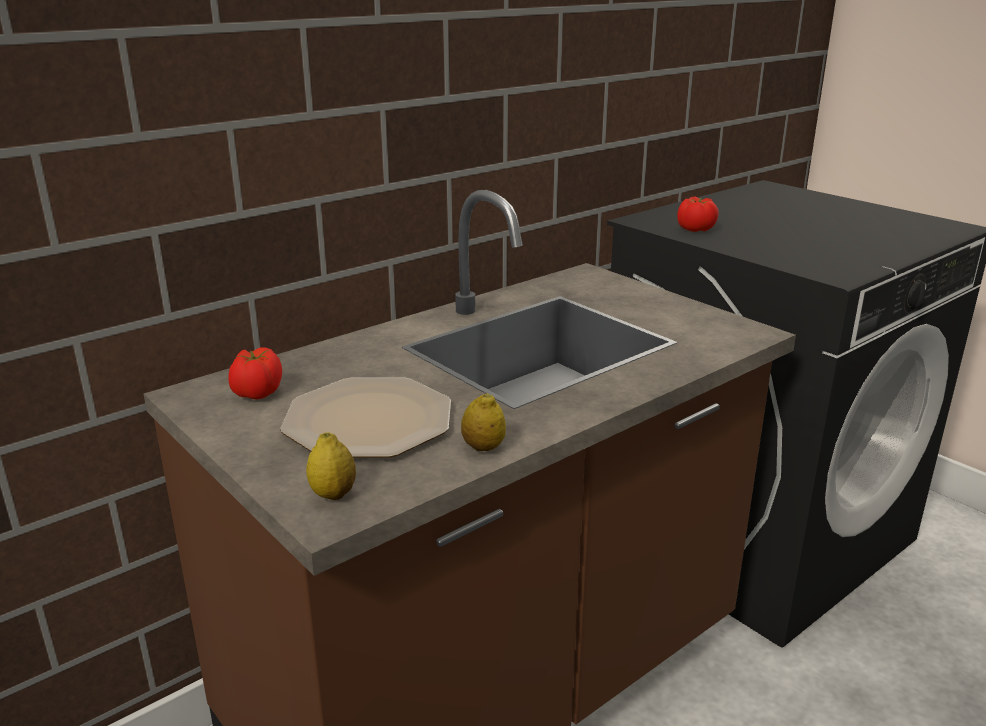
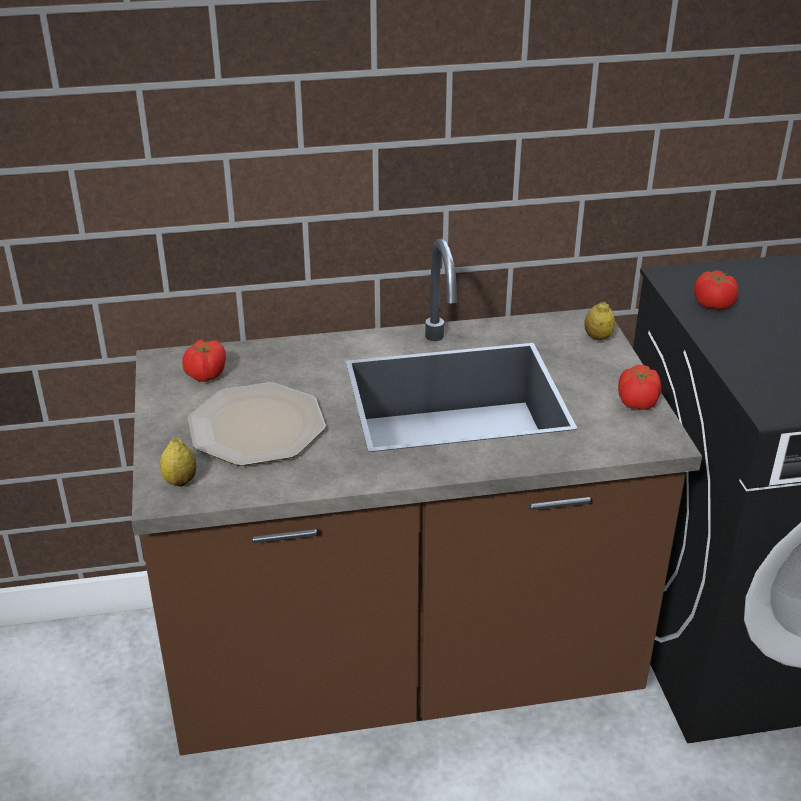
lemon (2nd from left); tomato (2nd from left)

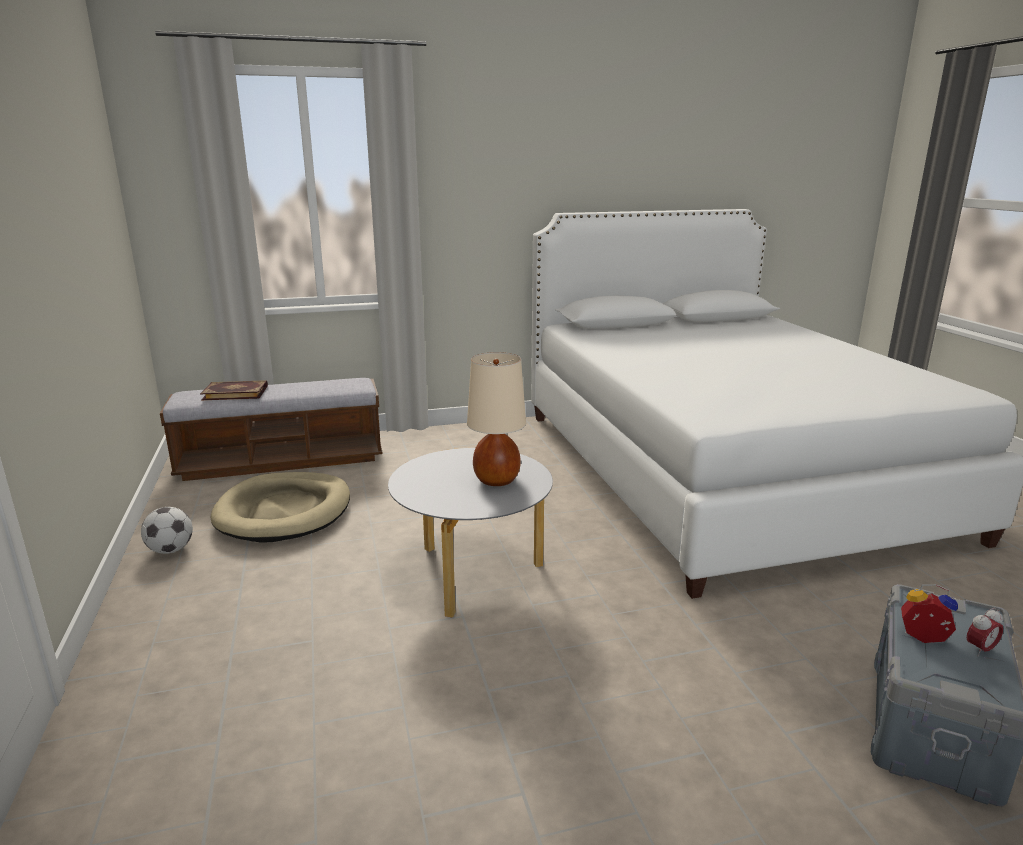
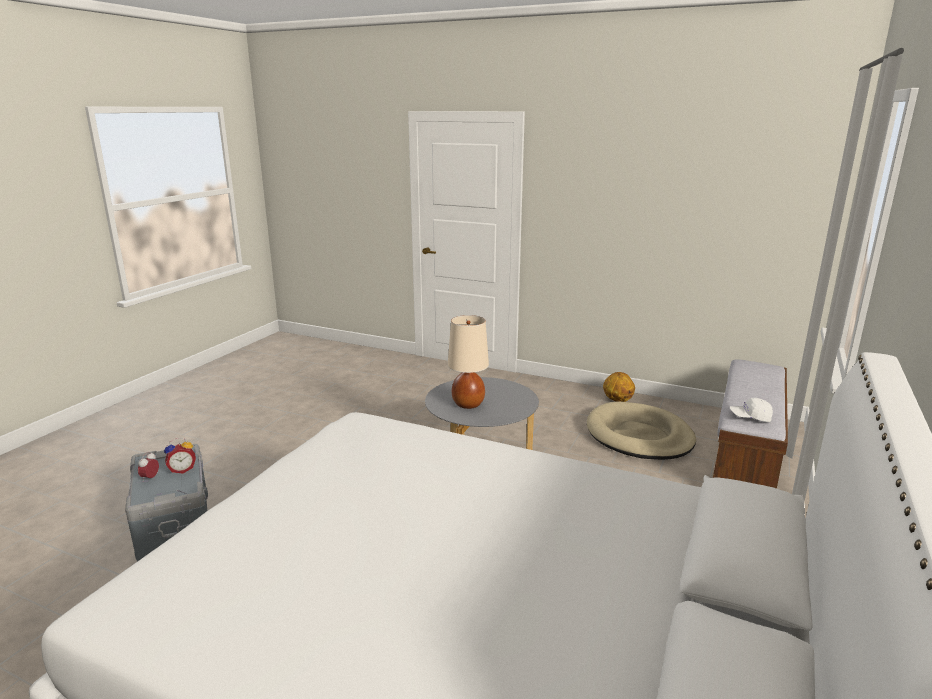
basketball; cap (white); book

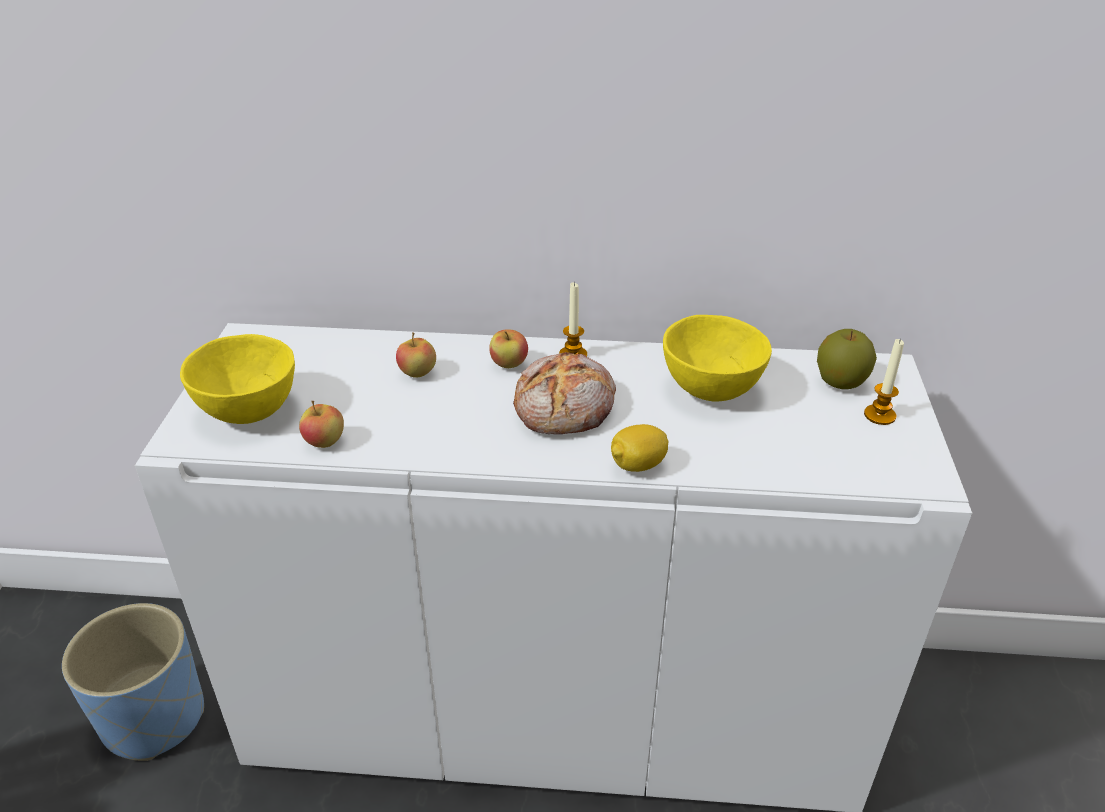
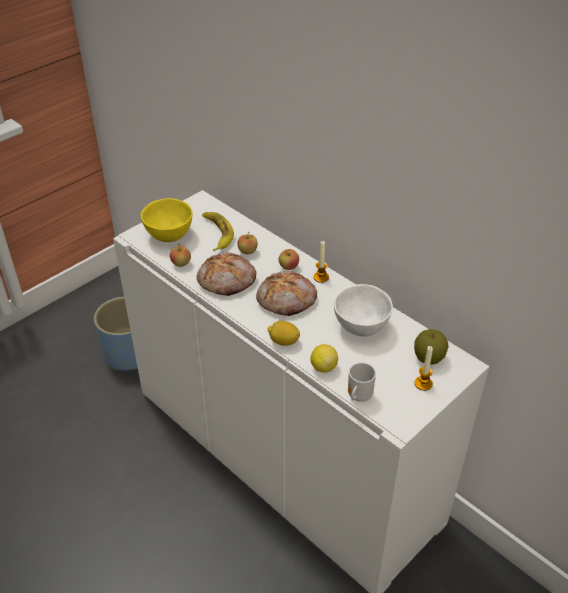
bread (1st from left); banana; lemon (2nd from left); bowl (white); mug

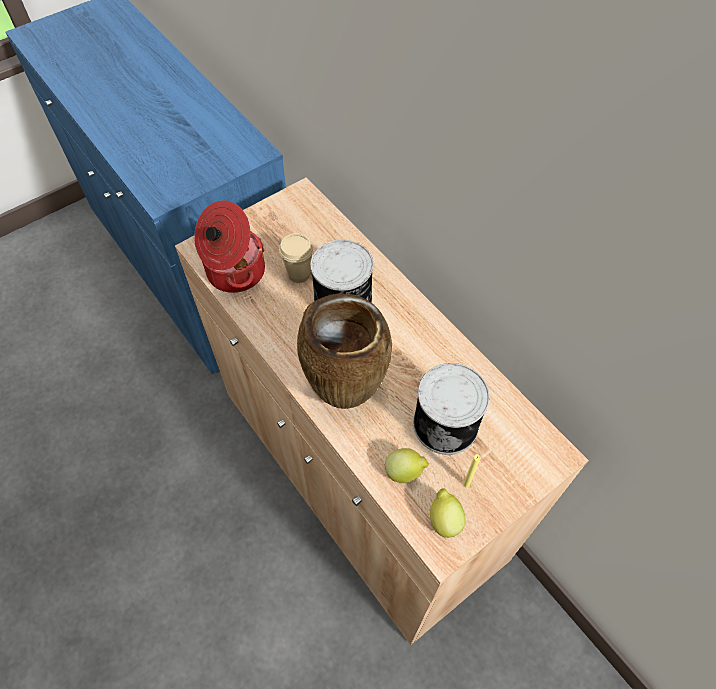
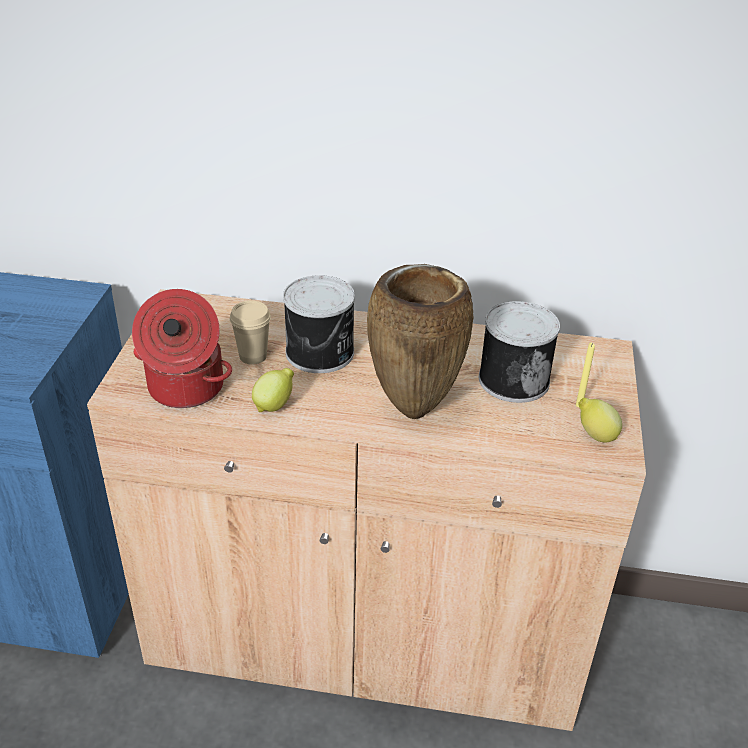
lemon (1st from left)

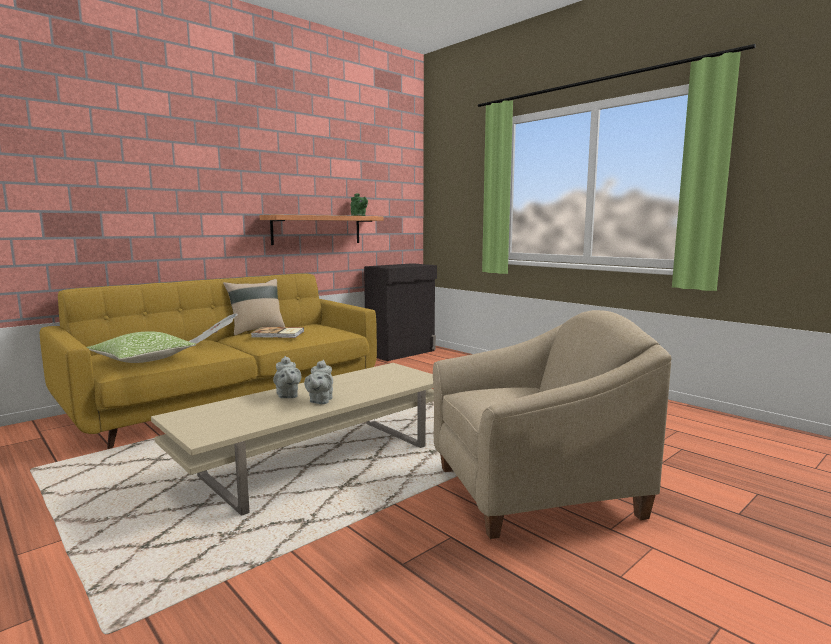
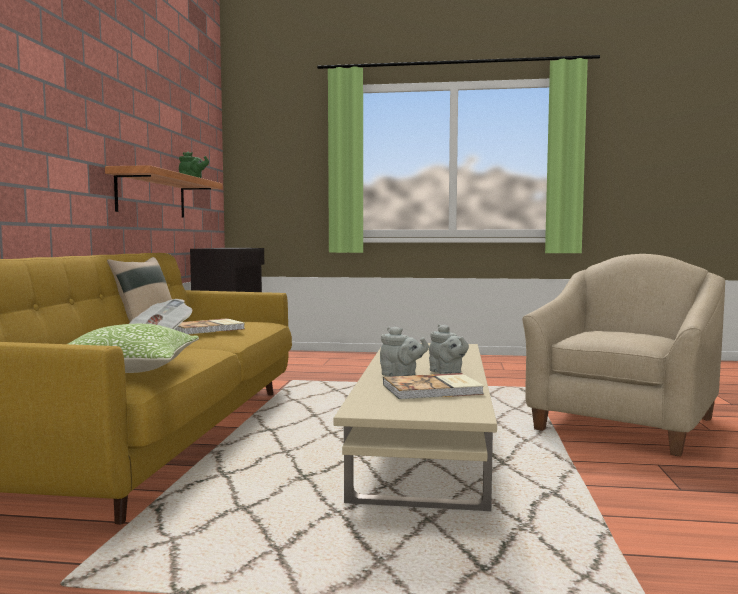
book (2nd from left)

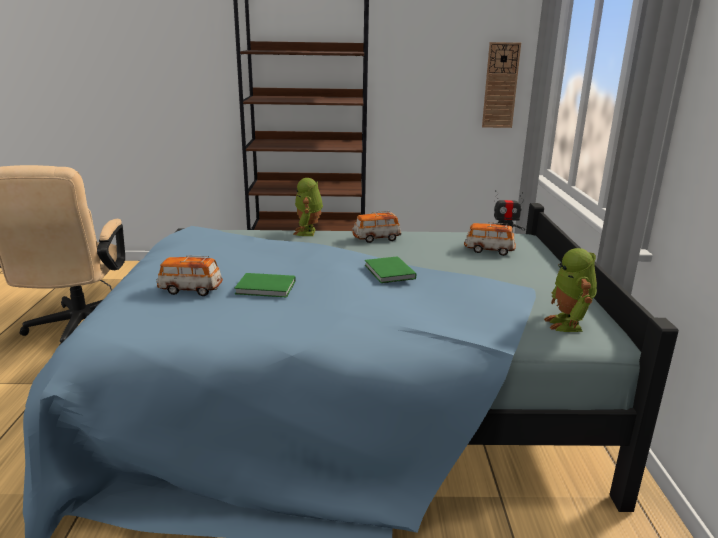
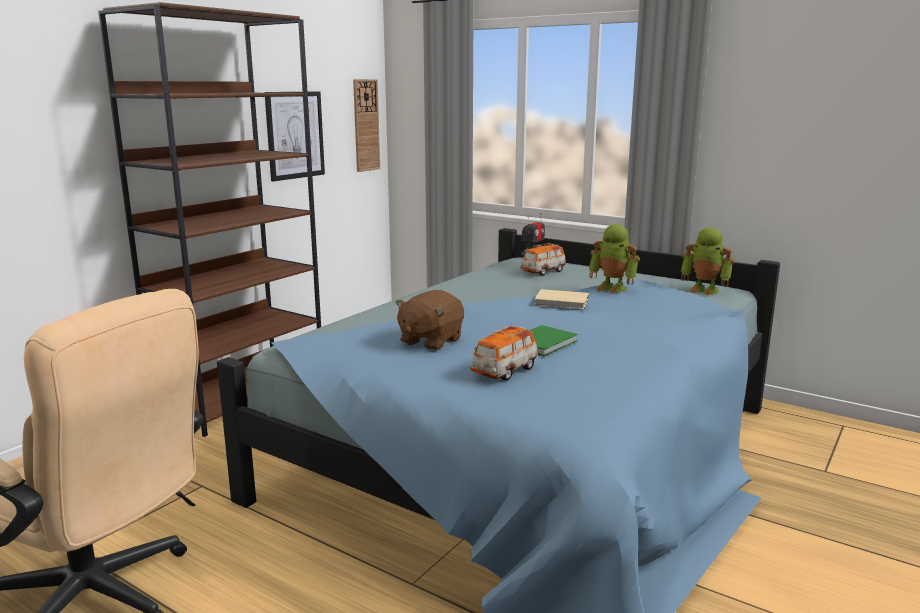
picture; plush toy (brown); book (beige); toy robot (2nd from left); toy car (2nd from left in the first image)

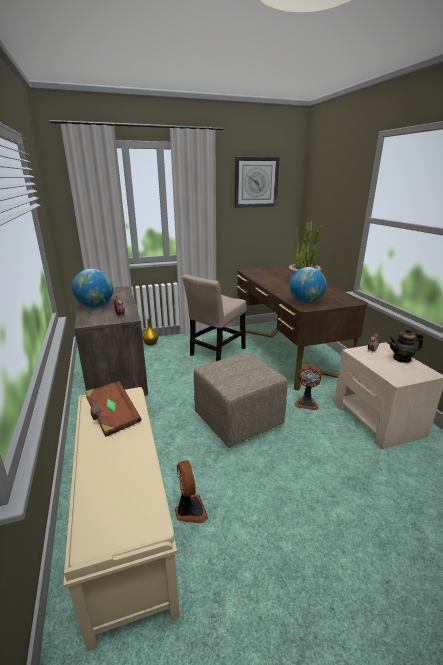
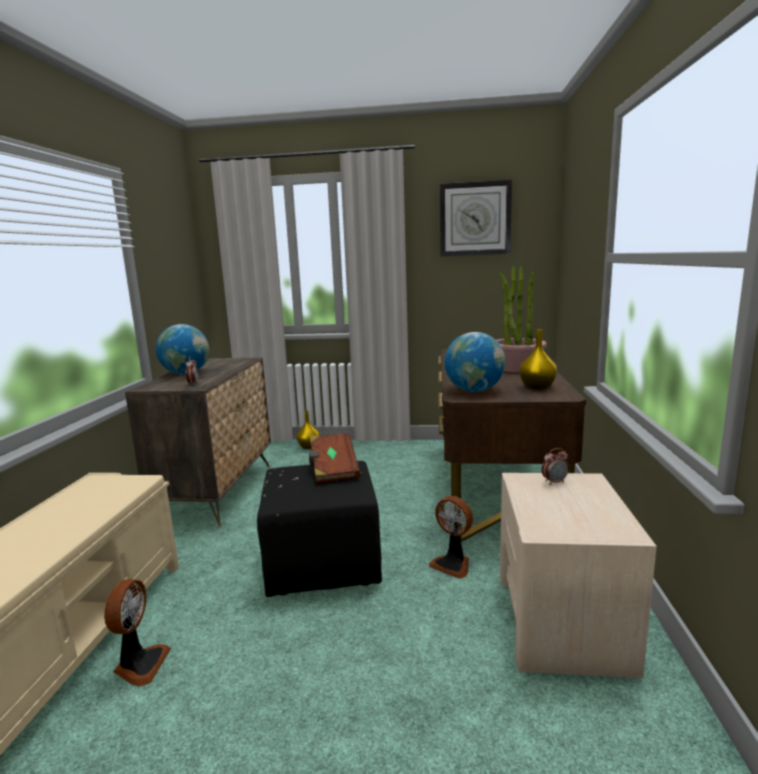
ottoman (black); book (brown); vase (yellow) (2nd from left); chair (beige); teapot

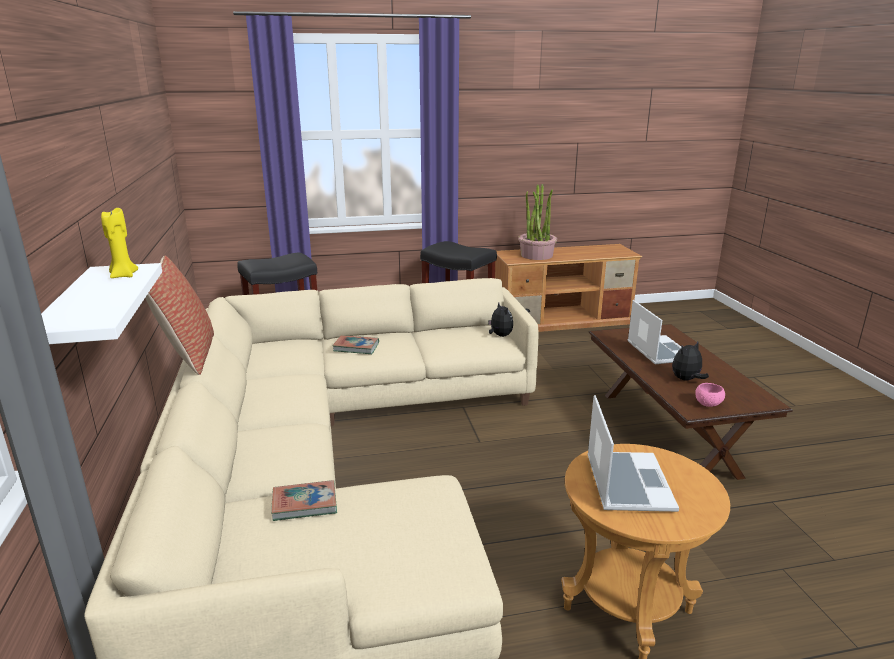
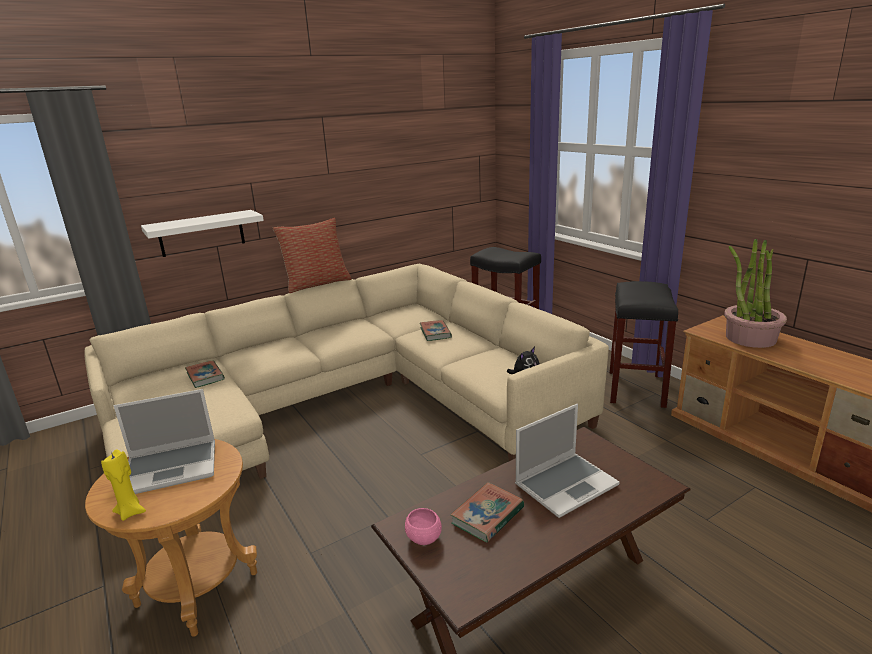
candle (yellow); book (3rd from left)

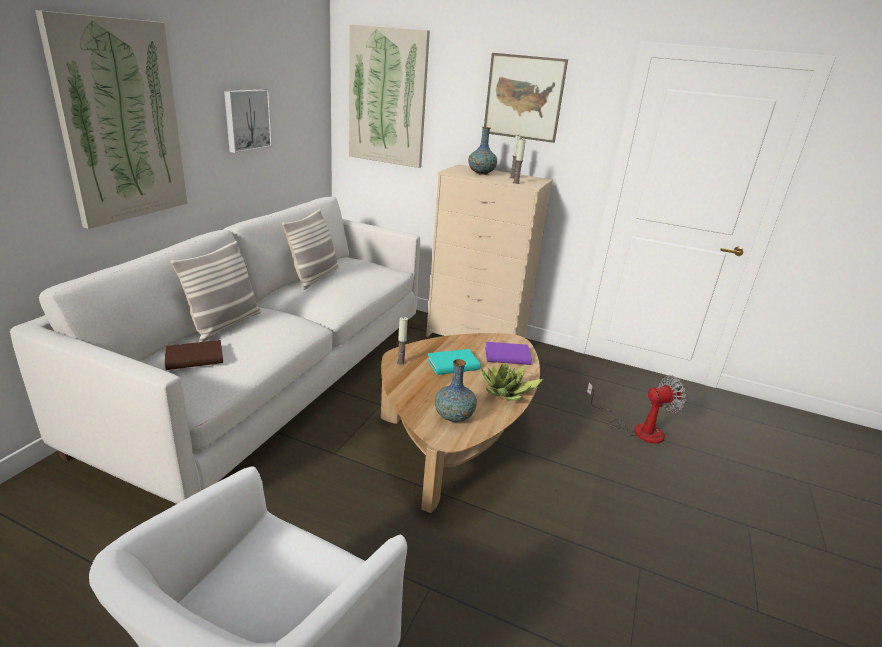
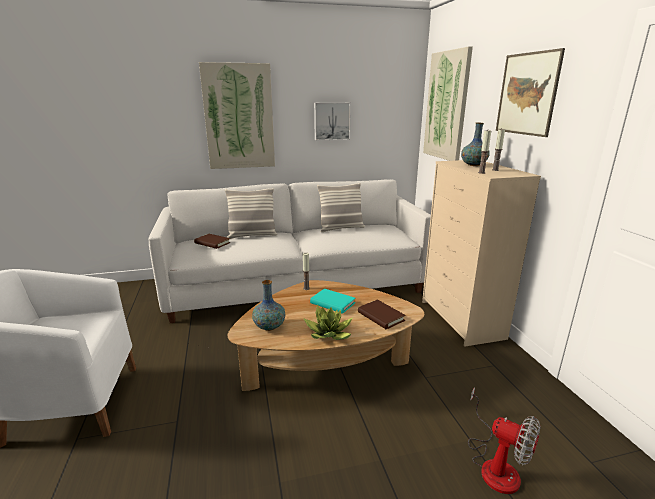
book (brown) (2nd from left)

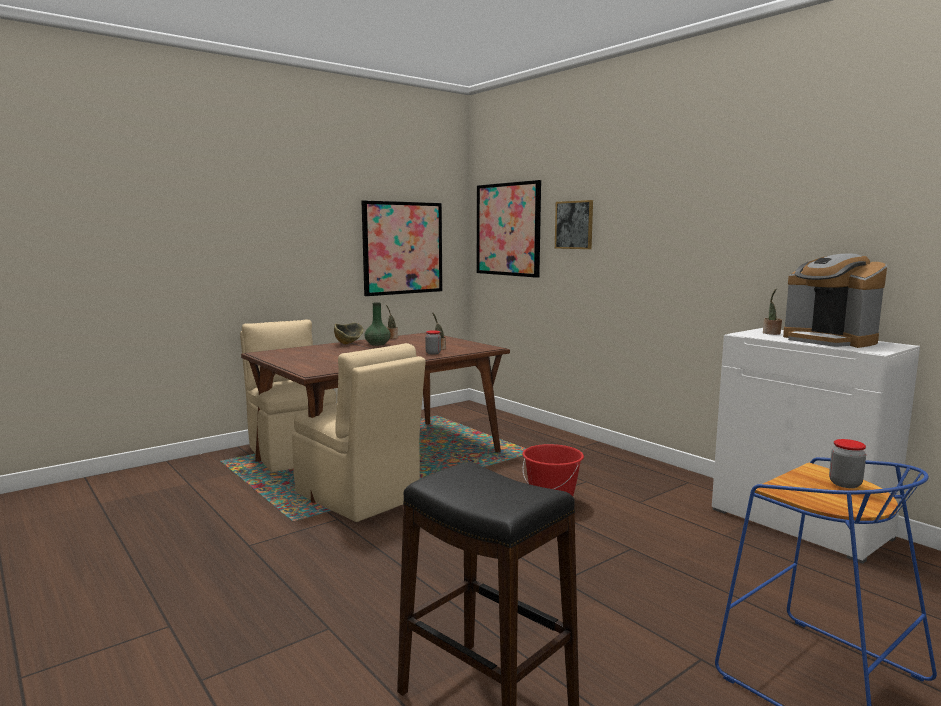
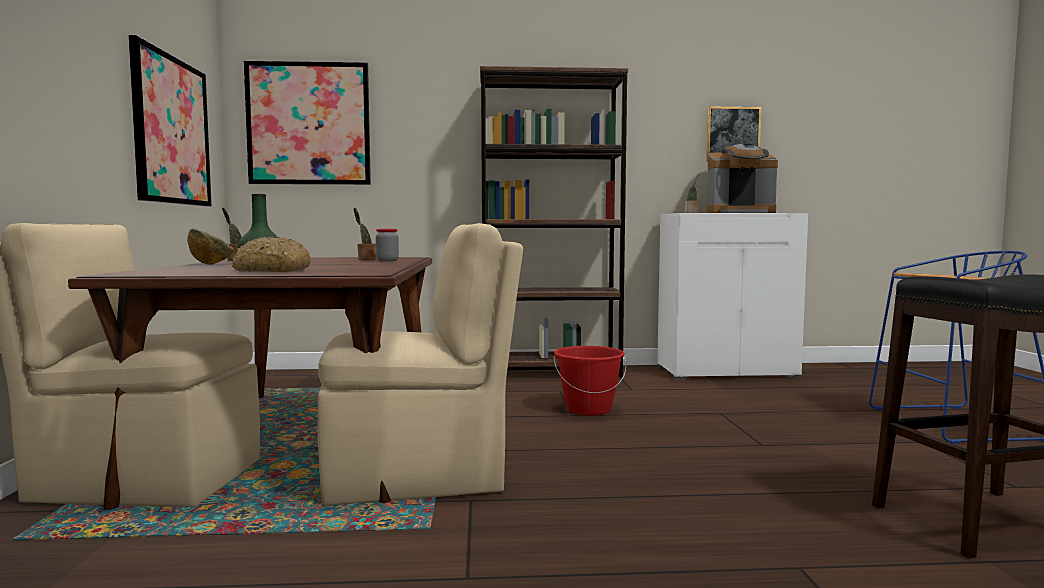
bread; bookcase (brown); picture (3rd from left); jar (2nd from left in the first image)

